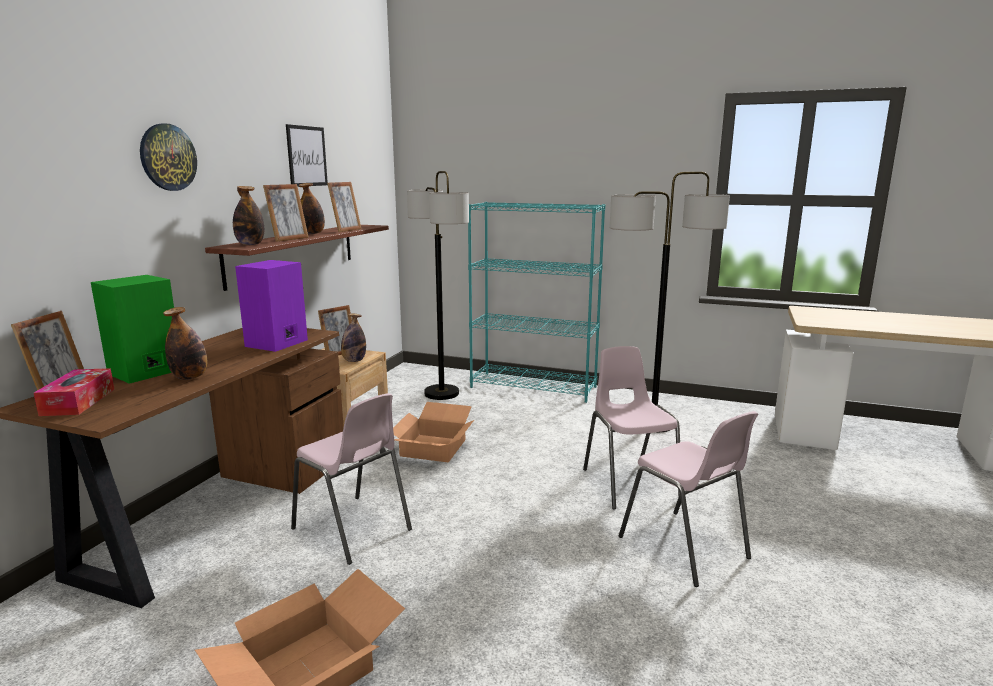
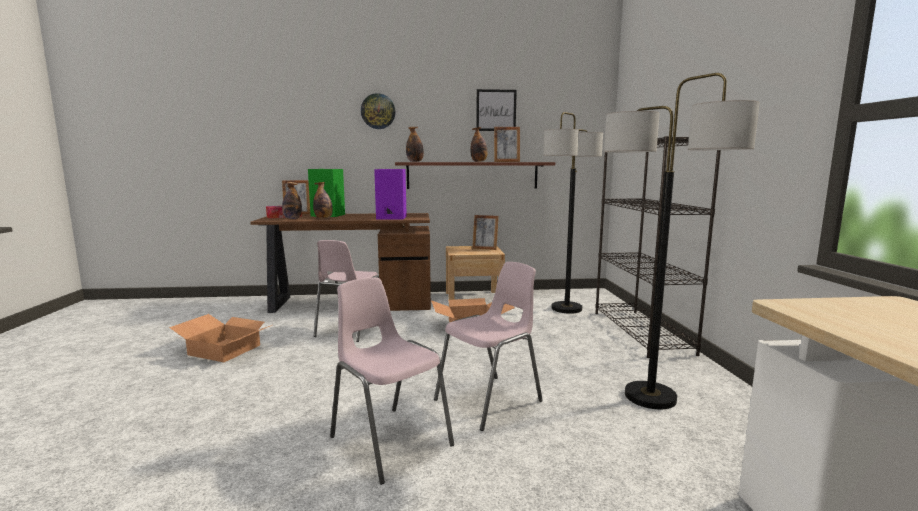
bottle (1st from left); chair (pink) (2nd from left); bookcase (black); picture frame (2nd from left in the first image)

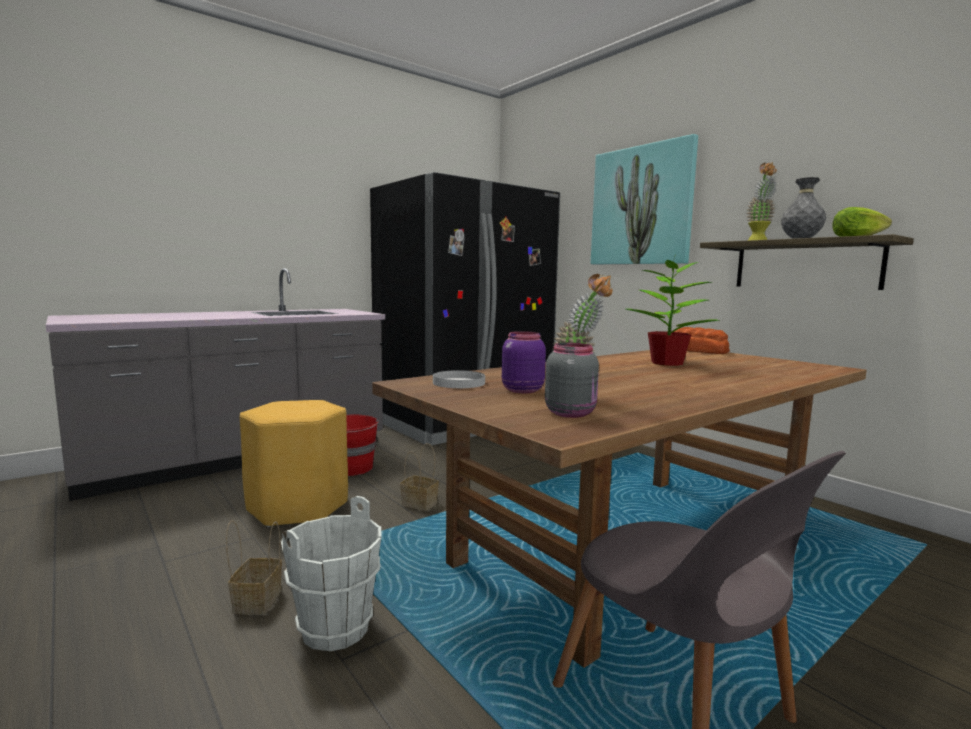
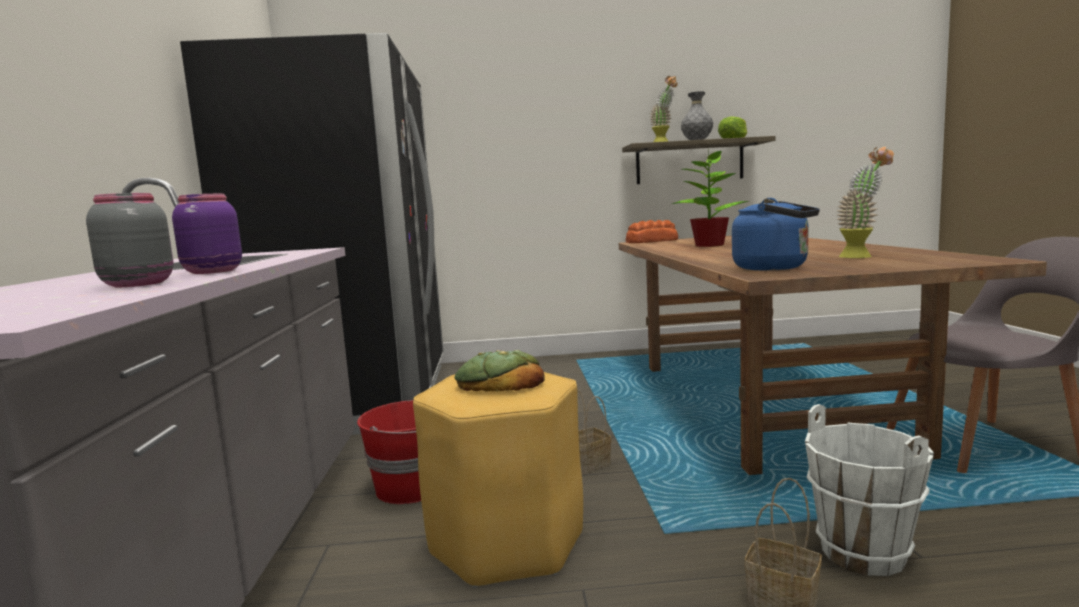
jar (grey); jar (purple); bread (1st from left); kettle (blue); picture

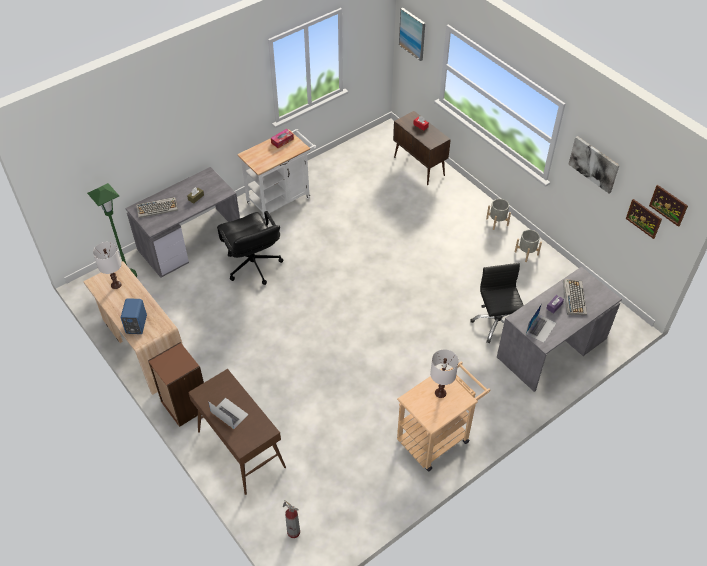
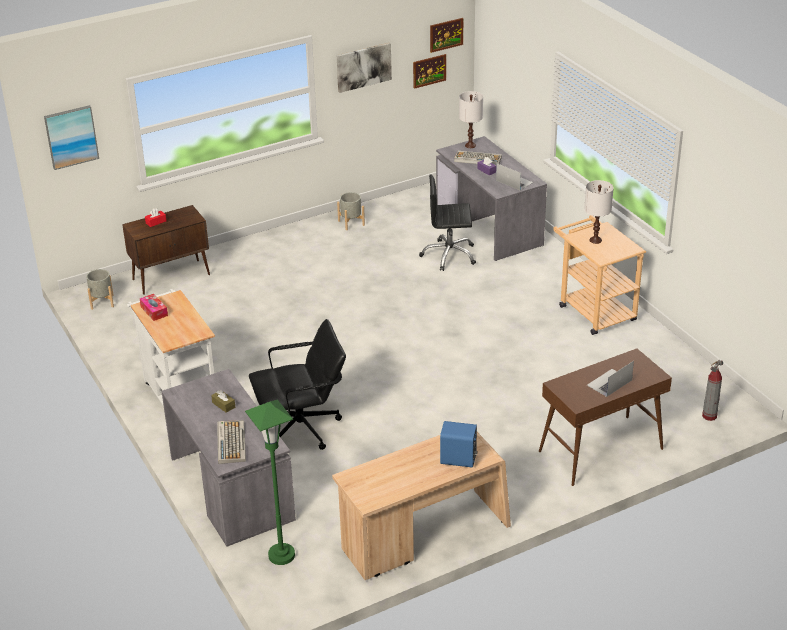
planter (grey) (1st from left); table lamp (white) (1st from left); bookcase (brown)

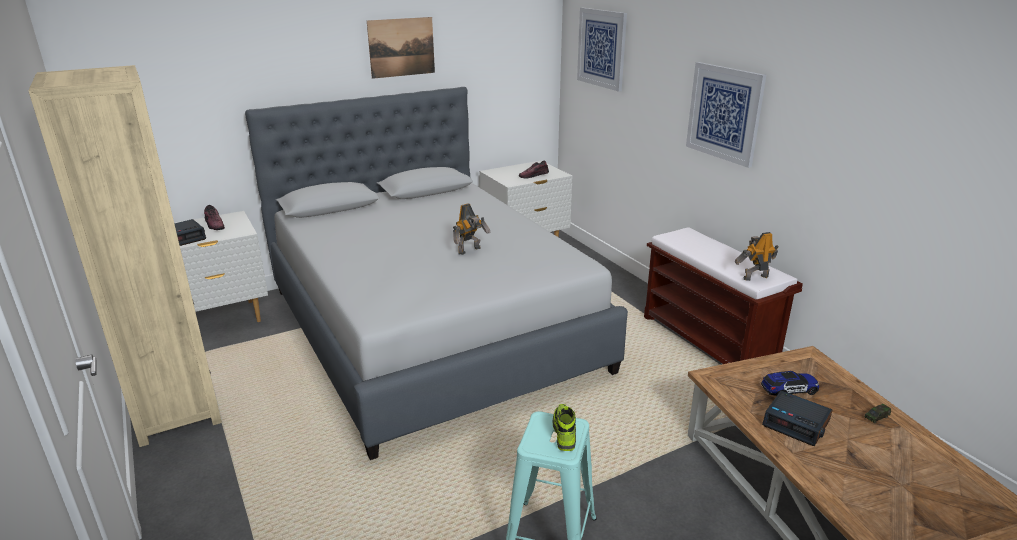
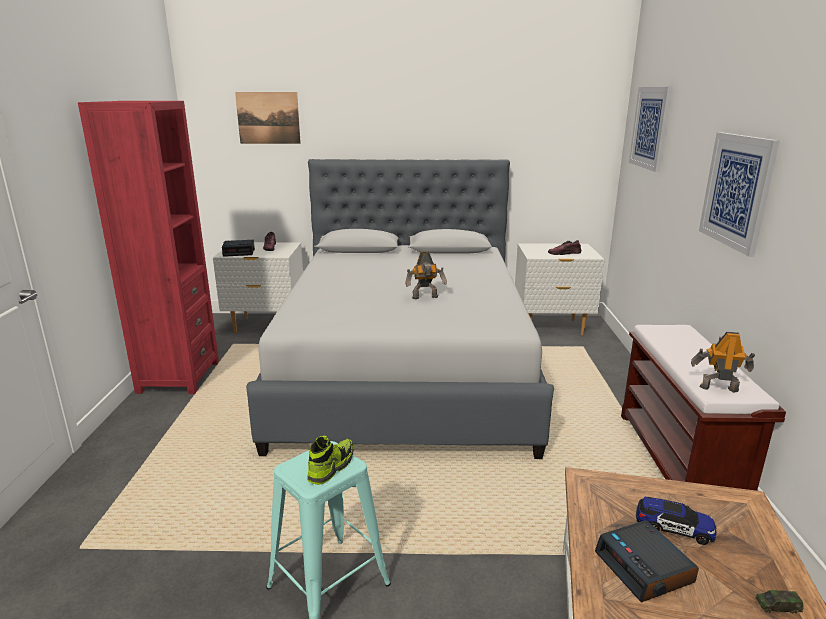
bookcase (red); picture (1st from left)

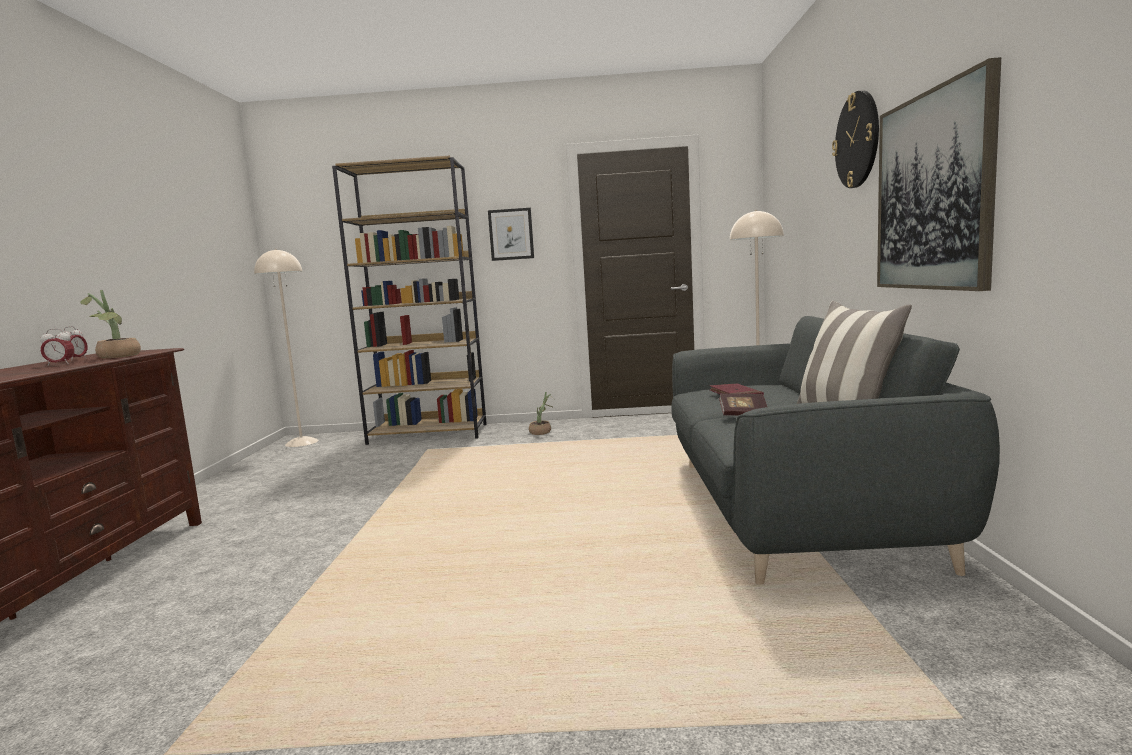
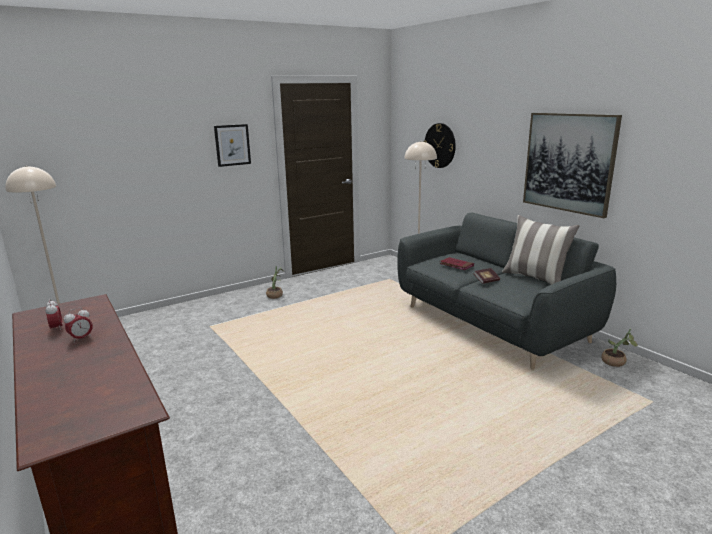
wall clock; potted plant (2nd from left); bookcase (brown)

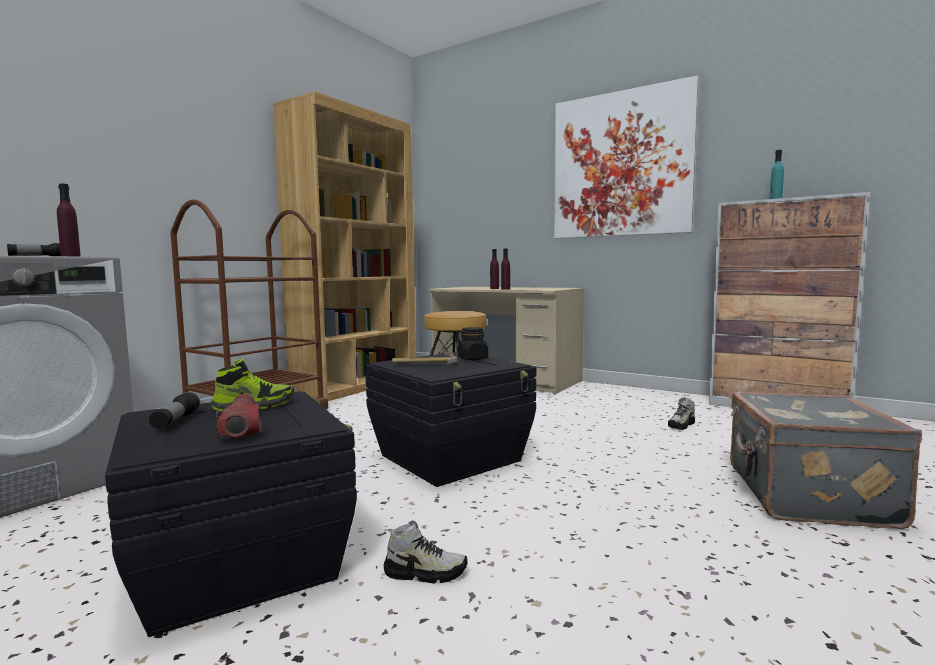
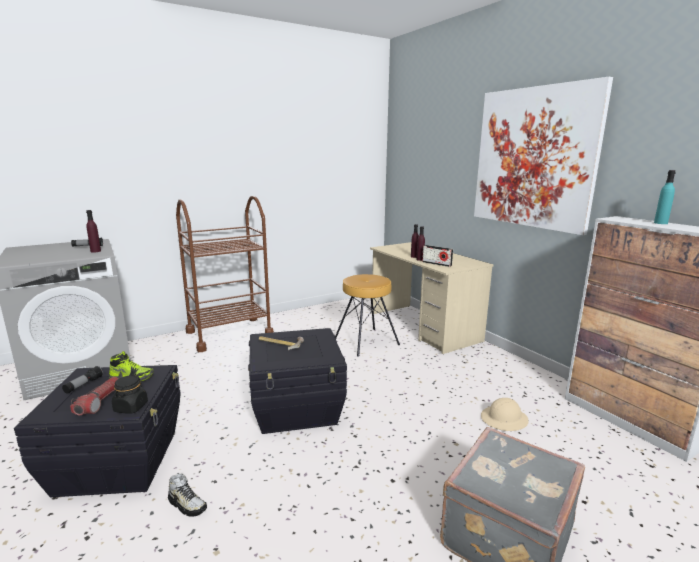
jar (black); radio; hard hat (beige); bookcase (brown)

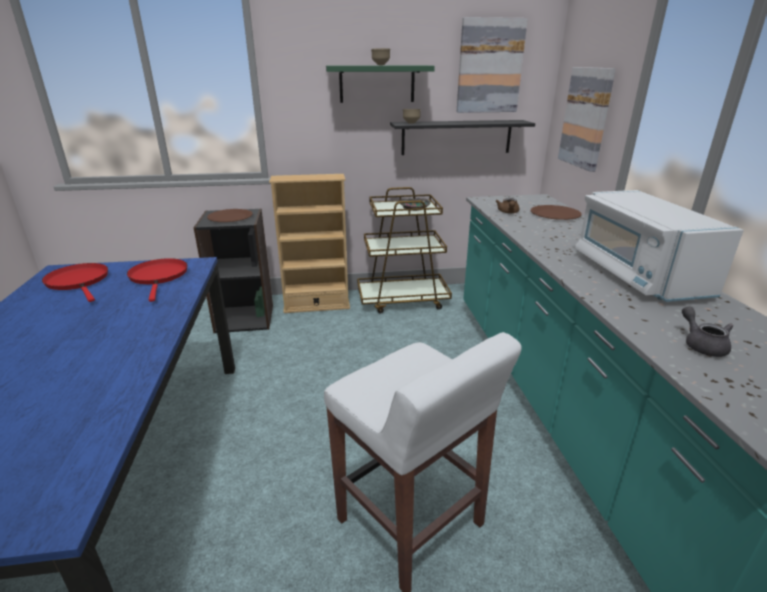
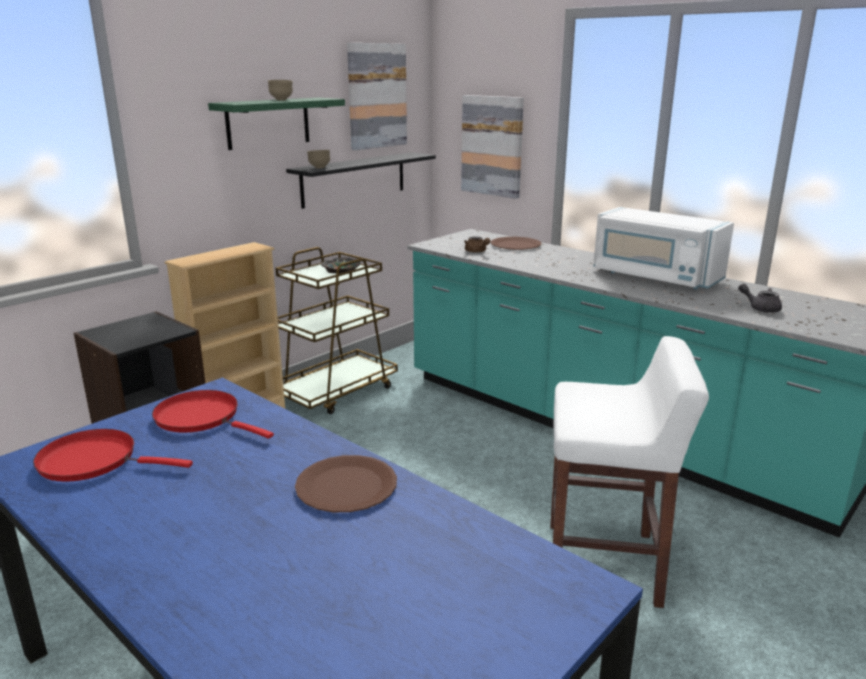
plate (brown) (1st from left)

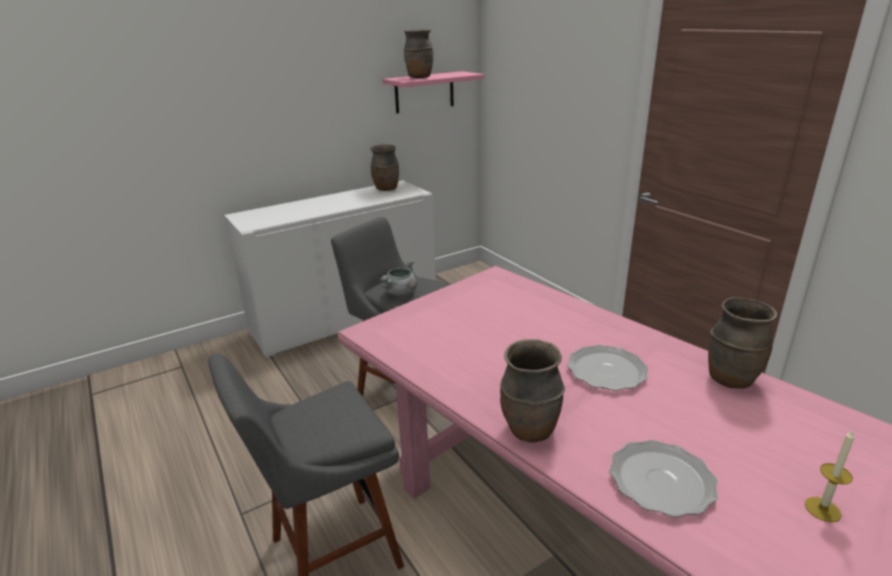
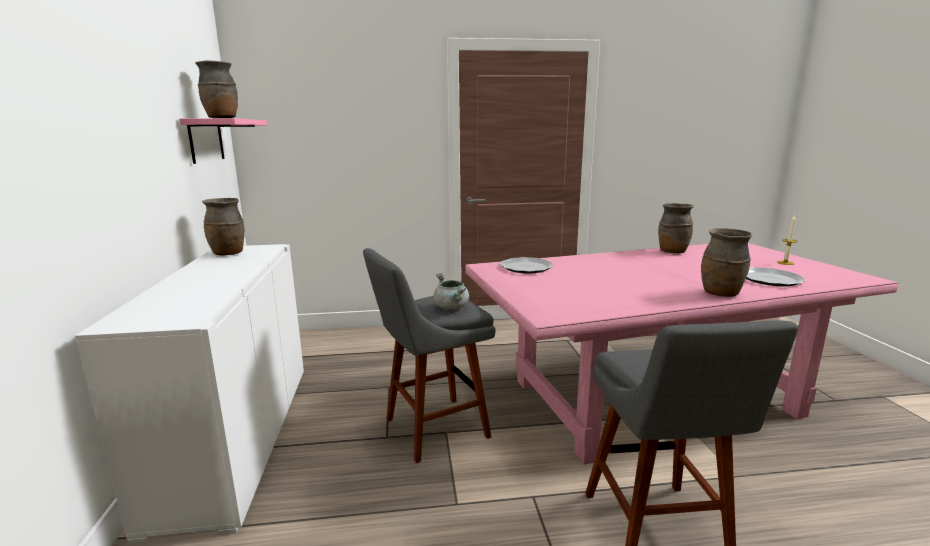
plate (1st from left)

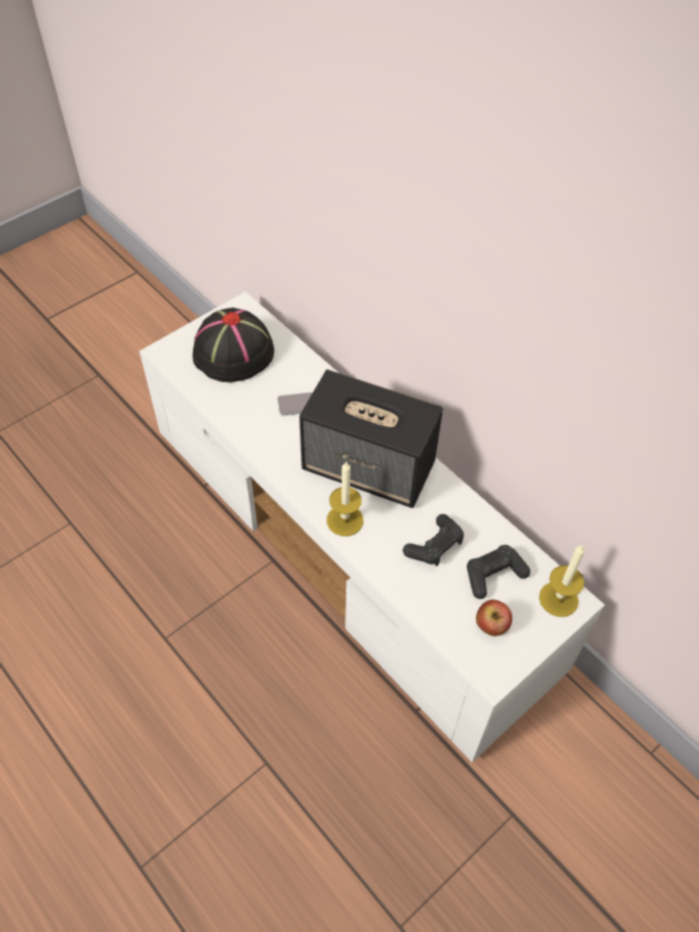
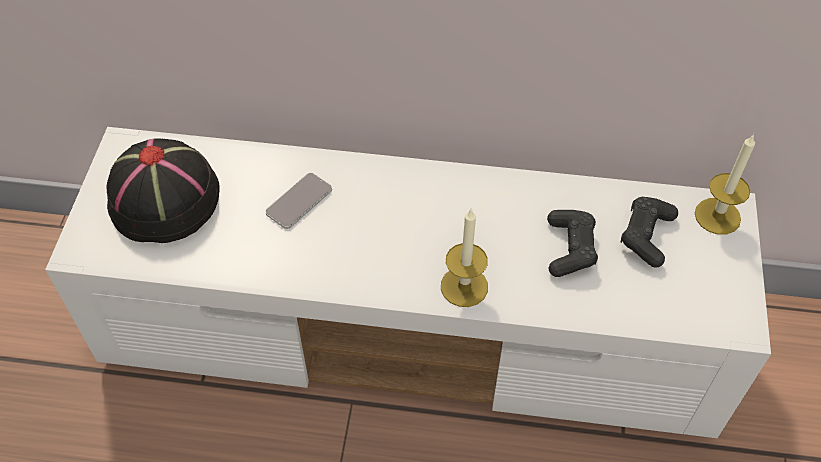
speaker; apple

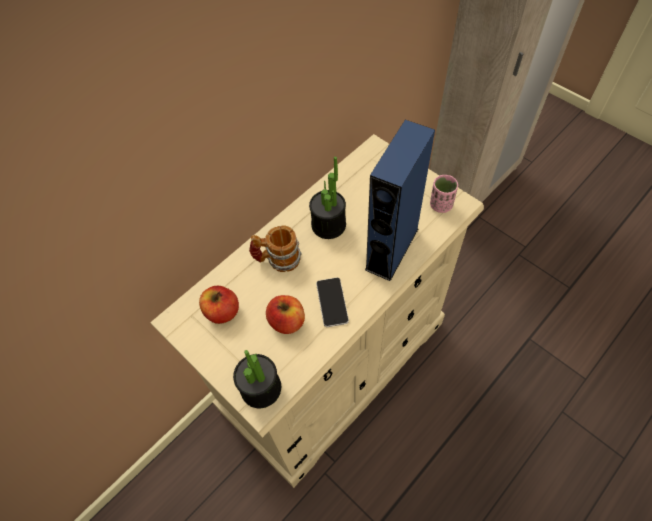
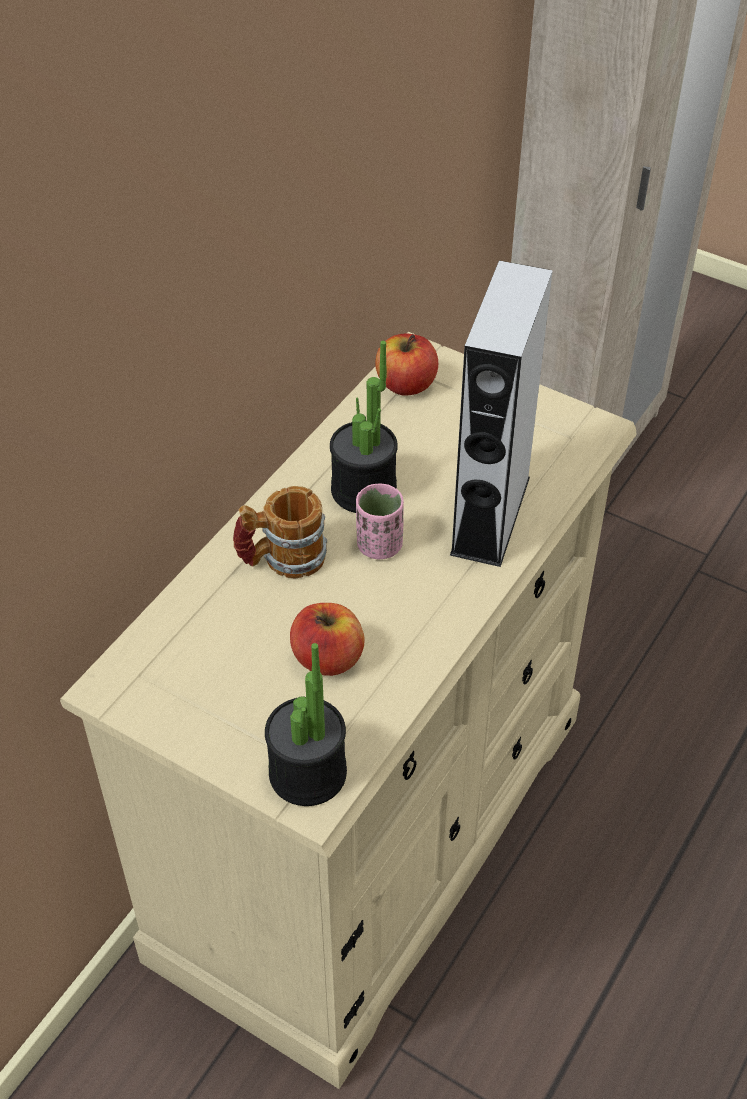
cup (pink); apple (2nd from left); speaker (grey); phone

